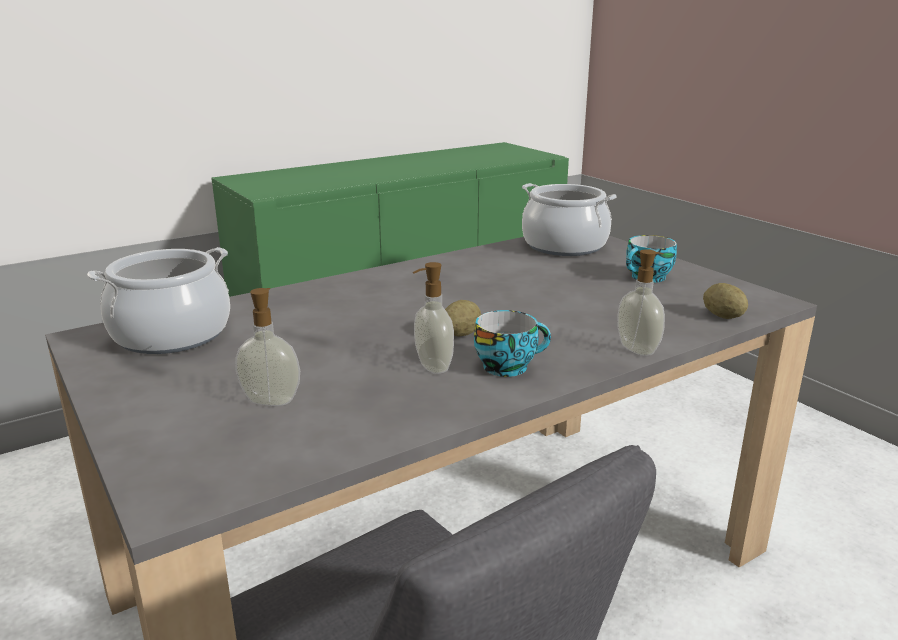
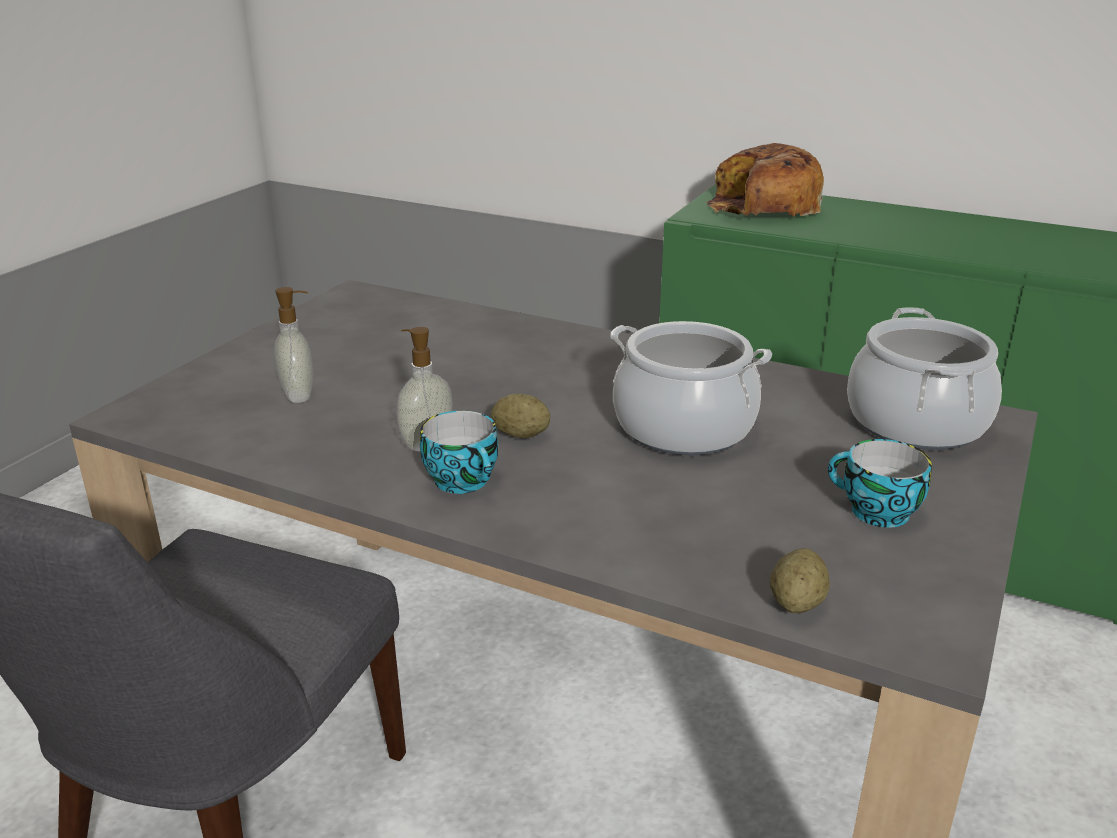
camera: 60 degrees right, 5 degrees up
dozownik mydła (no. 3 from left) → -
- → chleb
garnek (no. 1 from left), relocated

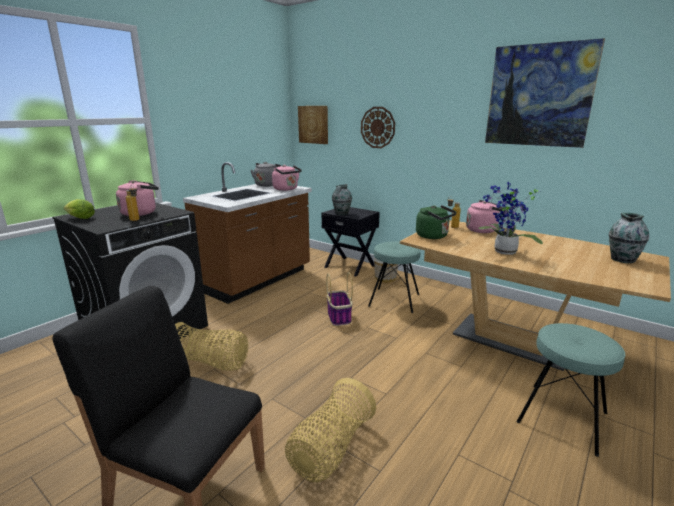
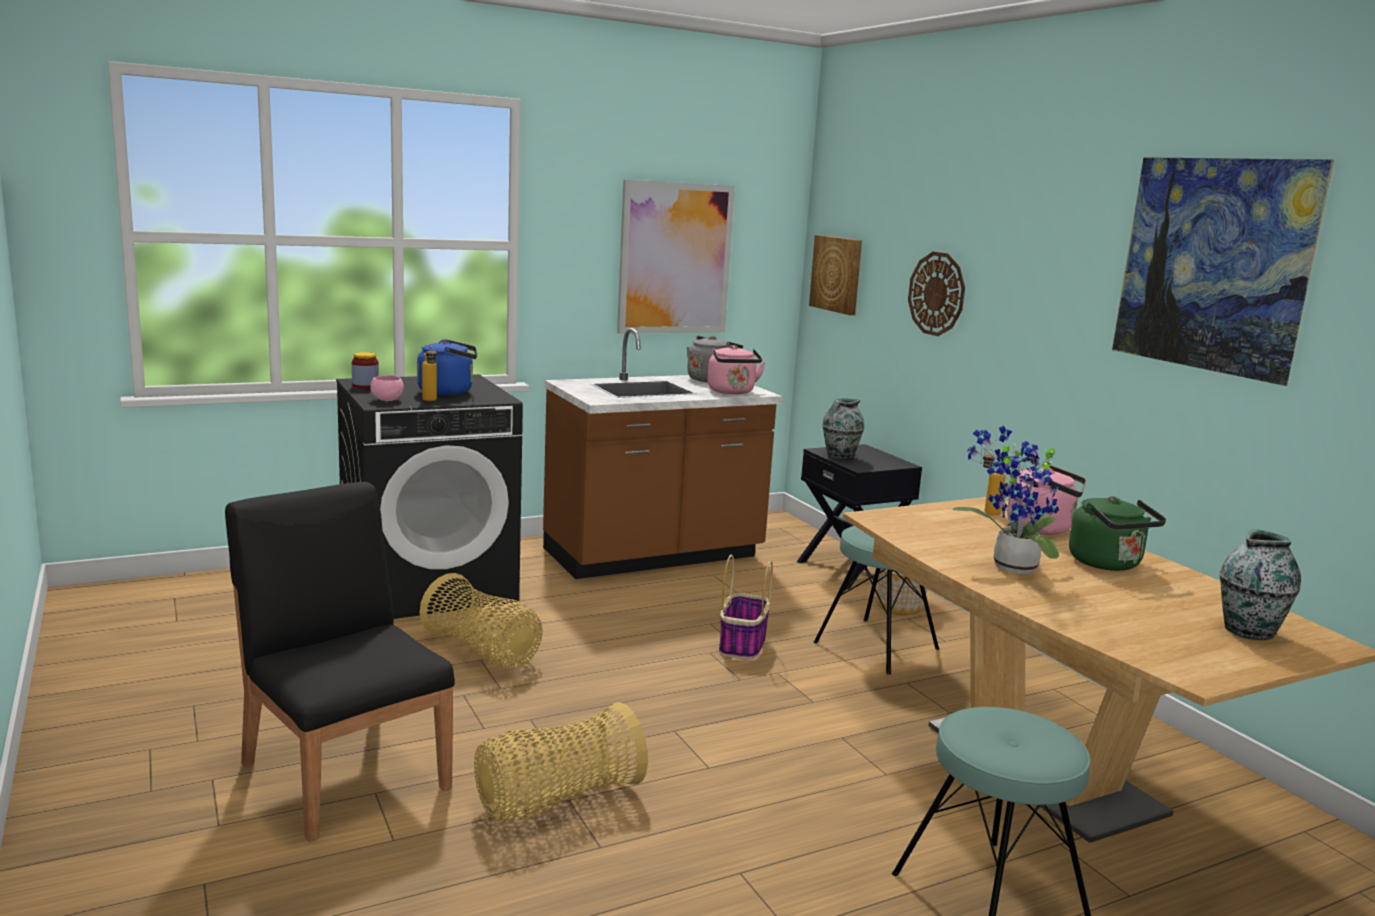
camera: 25 degrees right, 5 degrees down
- → miska (różowy)
- → obraz (no. 1 from left)
czajnik (zielony), relocated
sałata → słoik
czajnik (różowy) (no. 1 from left) → czajnik (niebieski)

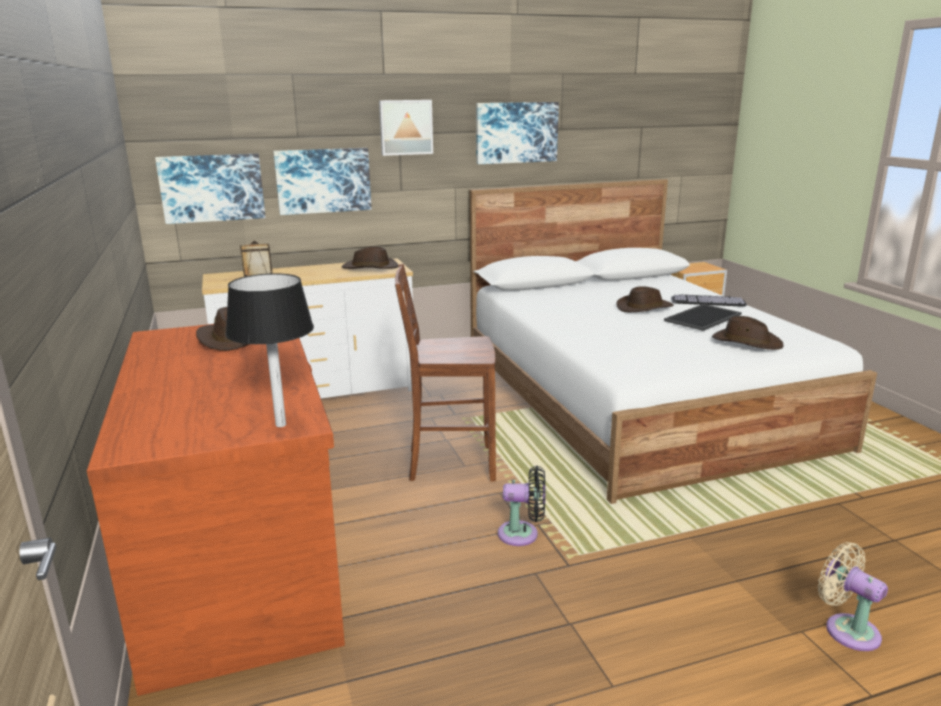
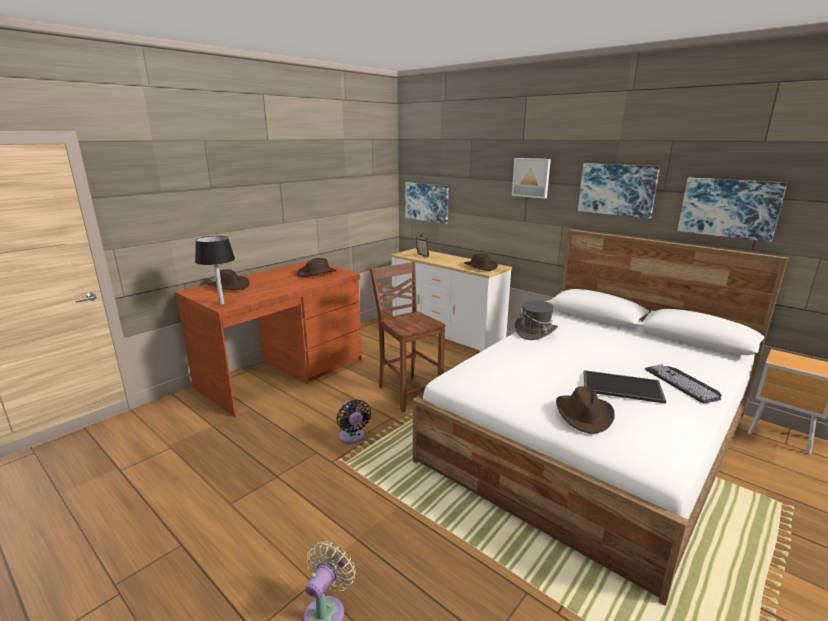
camera: 60 degrees right, 0 degrees up
- → kapelusz (szary)
obraz (no. 2 from left in the first image) → obraz (no. 4 from left), relocated
kapelusz (brązowy) (no. 3 from left in the first image) → kapelusz (brązowy) (no. 1 from left), relocated

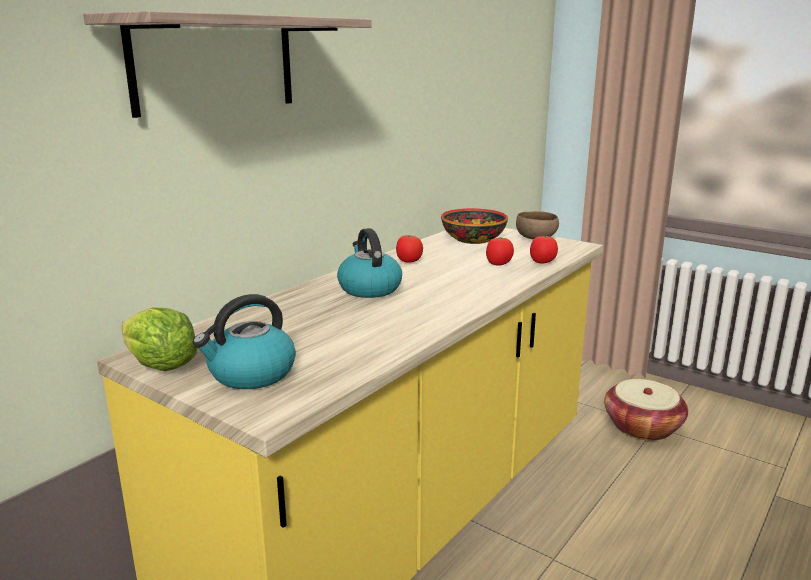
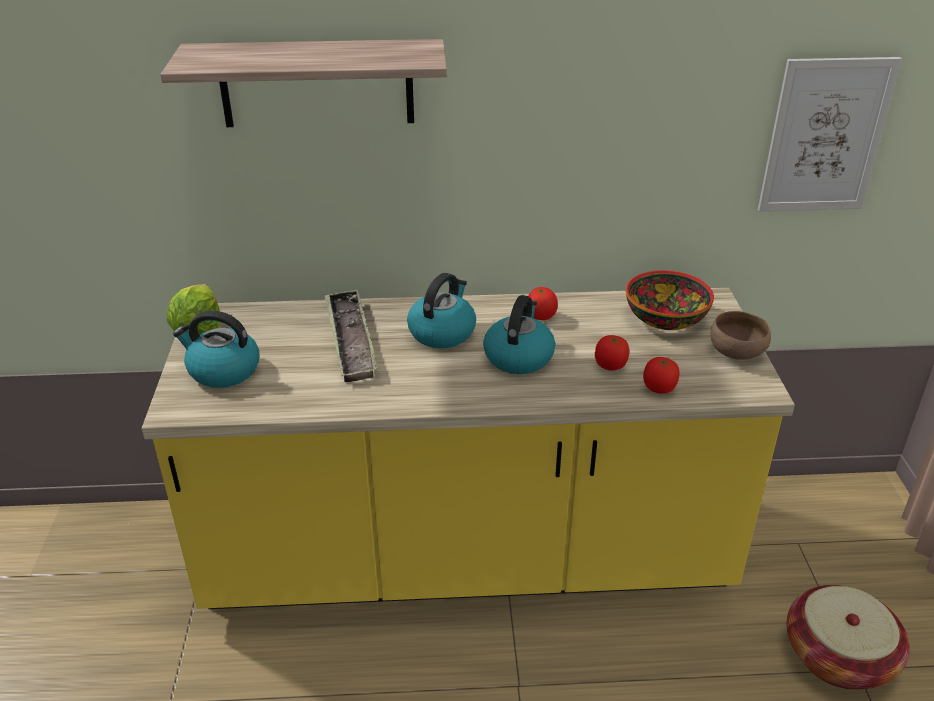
camera: 50 degrees right, 15 degrees up
- → taca
- → czajnik (no. 3 from left)
- → obraz

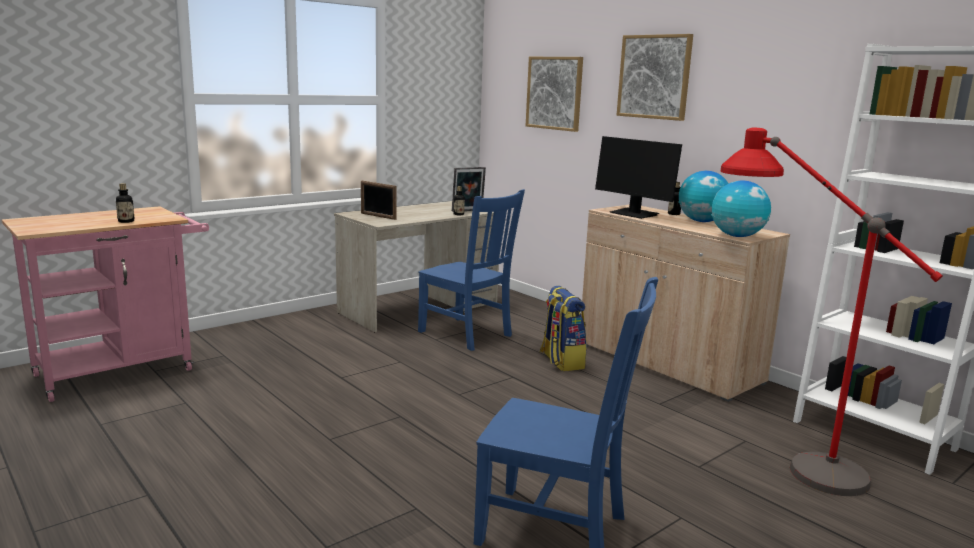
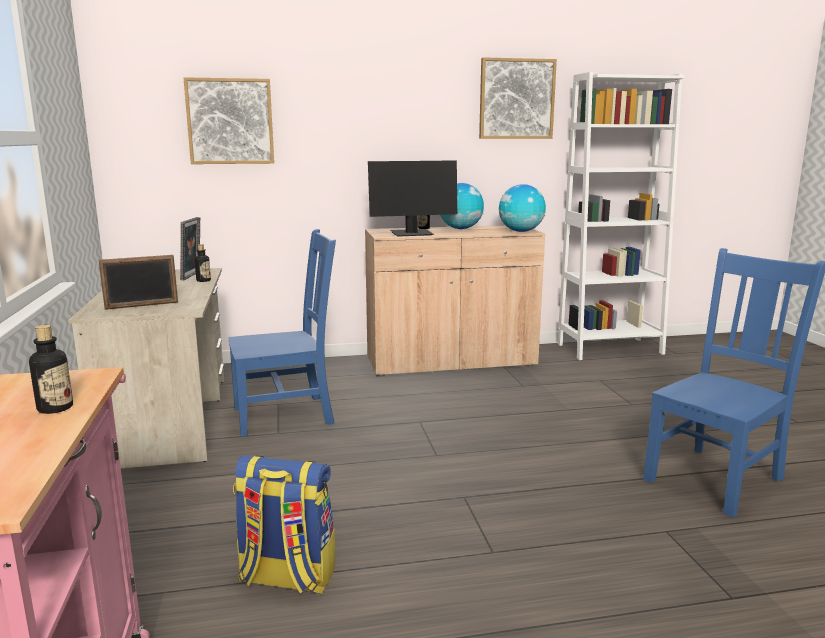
camera: 60 degrees left, 0 degrees up
lampa stojąca (czerwony) → -
plecak, relocated
obraz (no. 2 from left), relocated

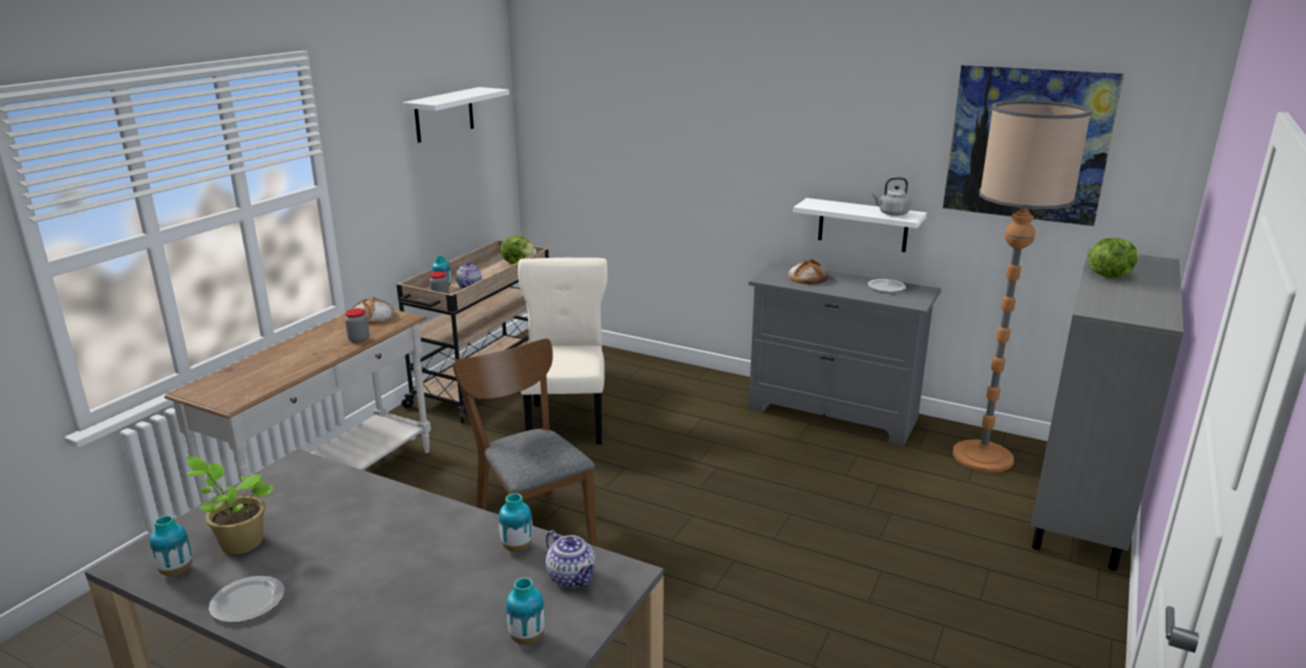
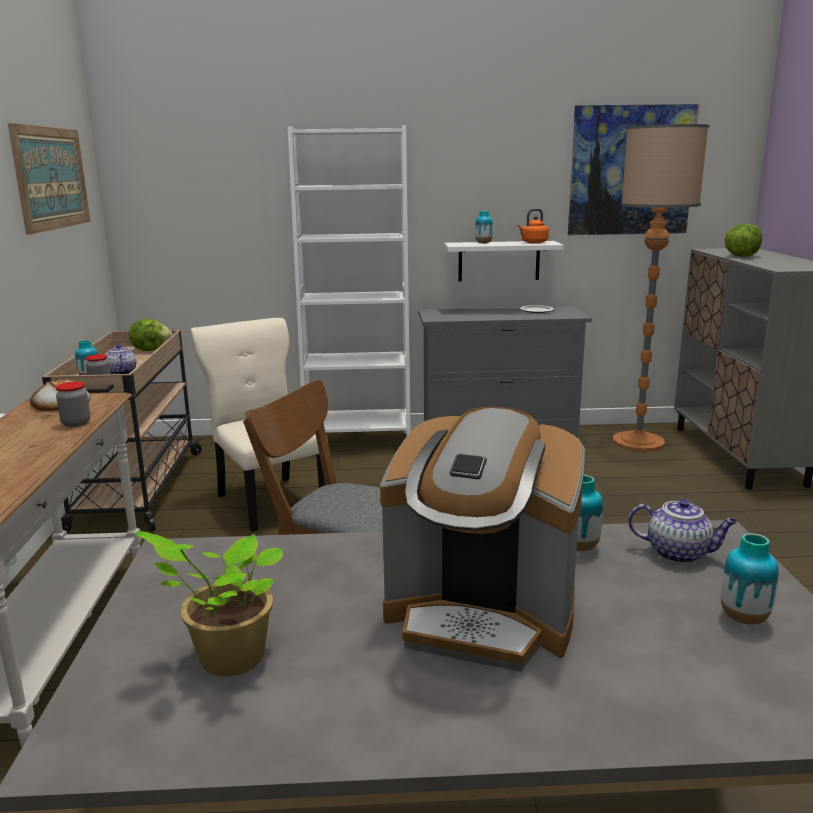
camera: 30 degrees left, 5 degrees down
talerz (no. 1 from left) → -
chleb (no. 2 from left) → -
- → regał (biały)
- → ekspres do kawy
wazon (no. 1 from left in the first image) → wazon (no. 2 from left), relocated
półka (biały) (no. 1 from left) → obraz (no. 1 from left)
czajnik (szary) → czajnik (pomarańczowy)

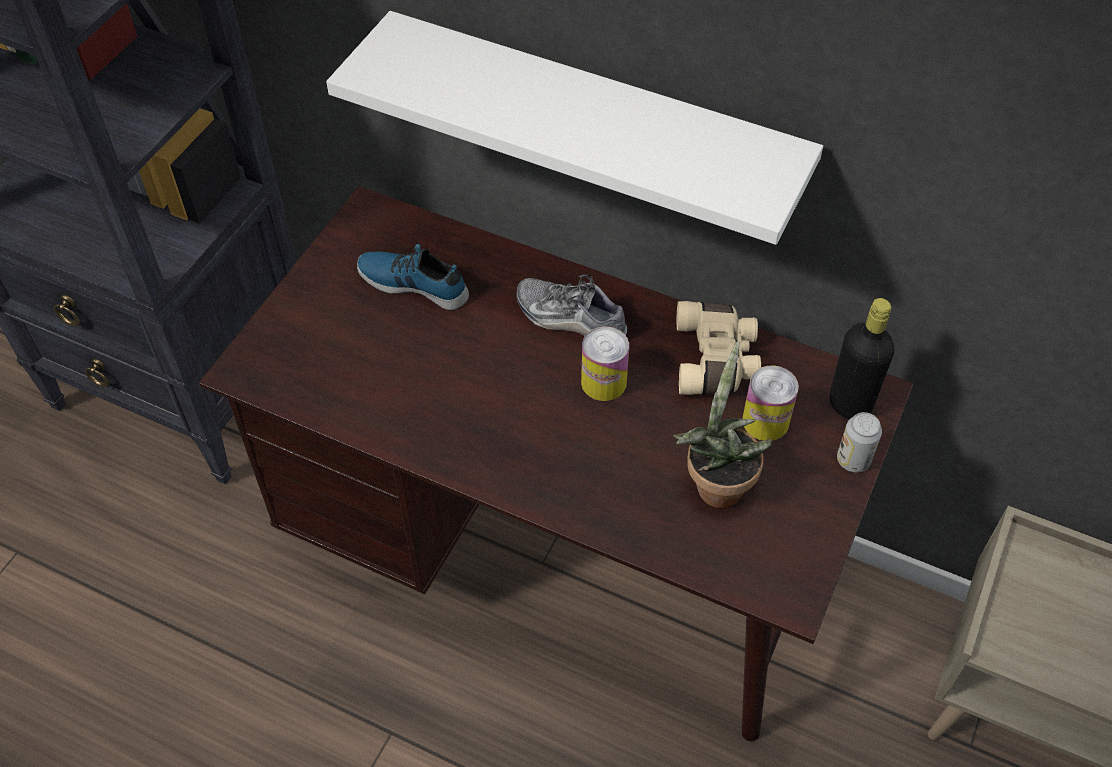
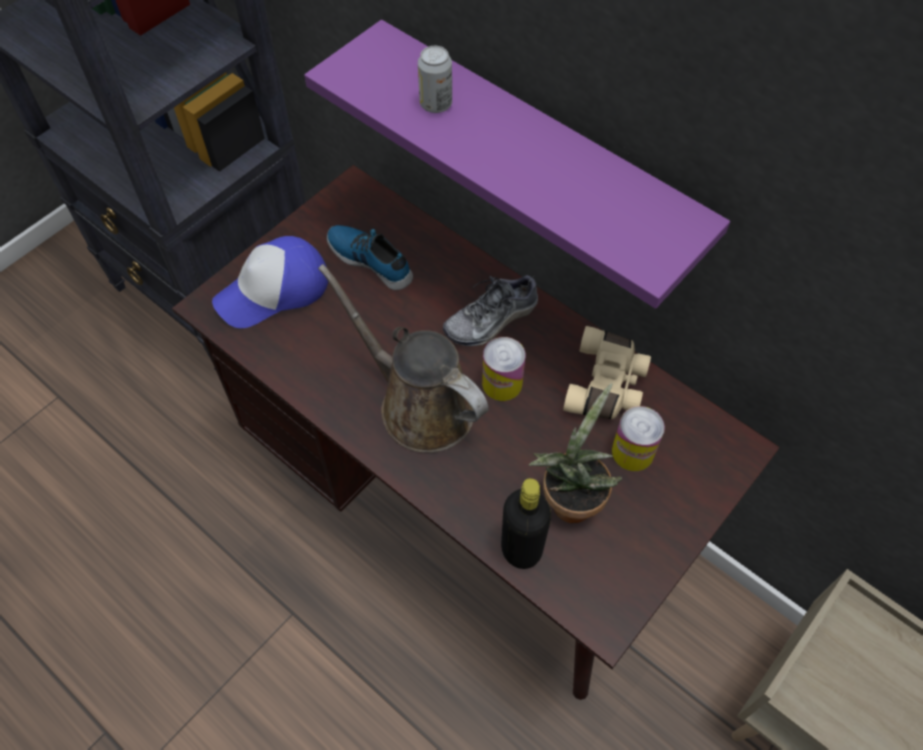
camera: 15 degrees right, 5 degrees up
- → czapka z daszkiem
- → konewka (brązowy)
butelka (czarny), relocated
puszka (no. 3 from left in the first image) → puszka (no. 1 from left), relocated
półka (biały) → półka (fioletowy)
but (no. 2 from left), 75 degrees counterclockwise

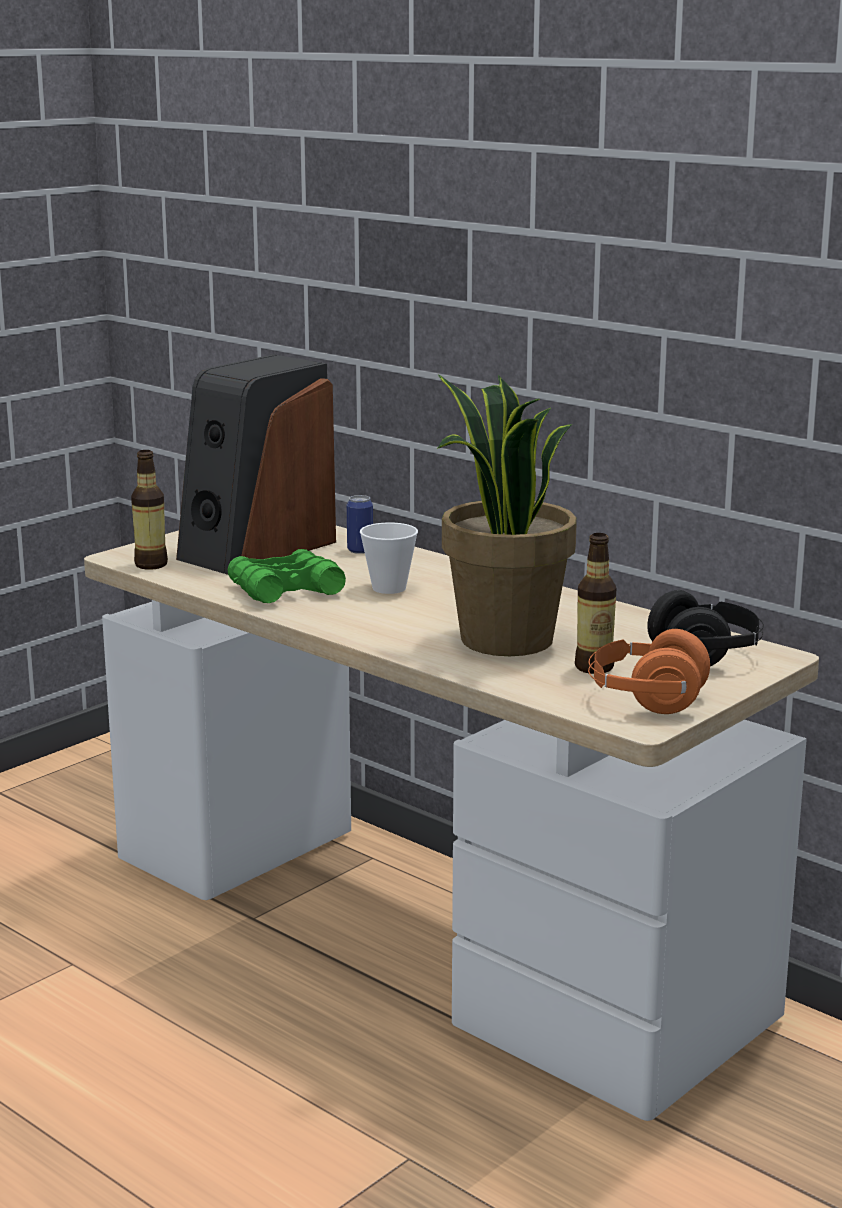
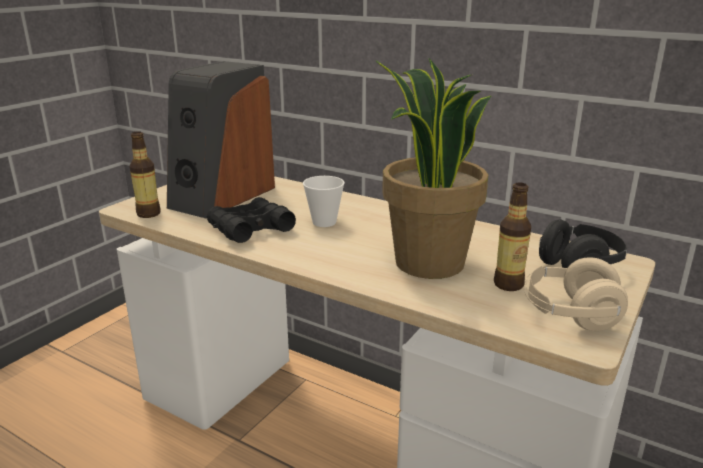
camera: 10 degrees left, 5 degrees up
puszka → -
lornetka (zielony) → lornetka (czarny)
słuchawki (pomarańczowy) → słuchawki (beżowy)

